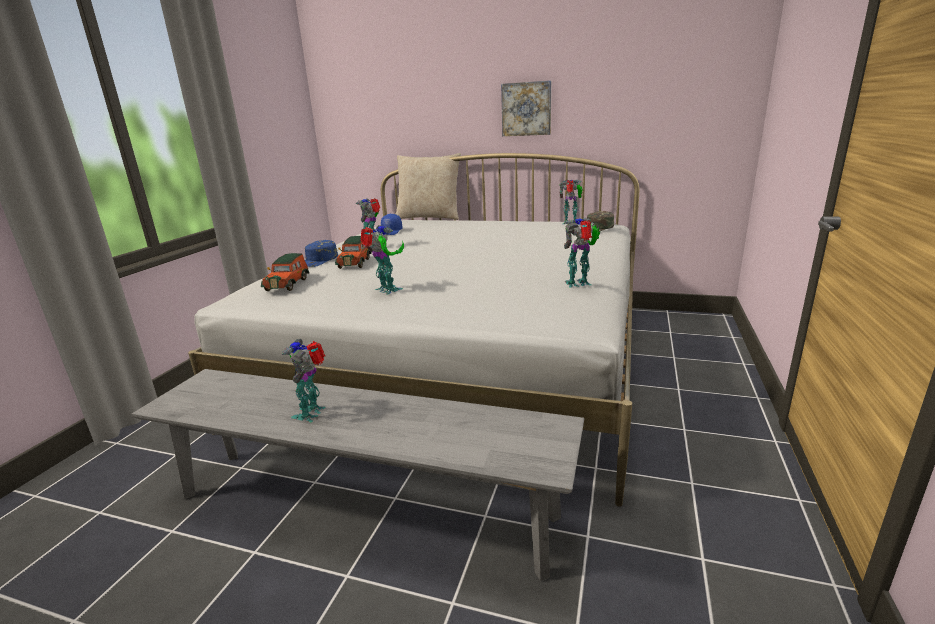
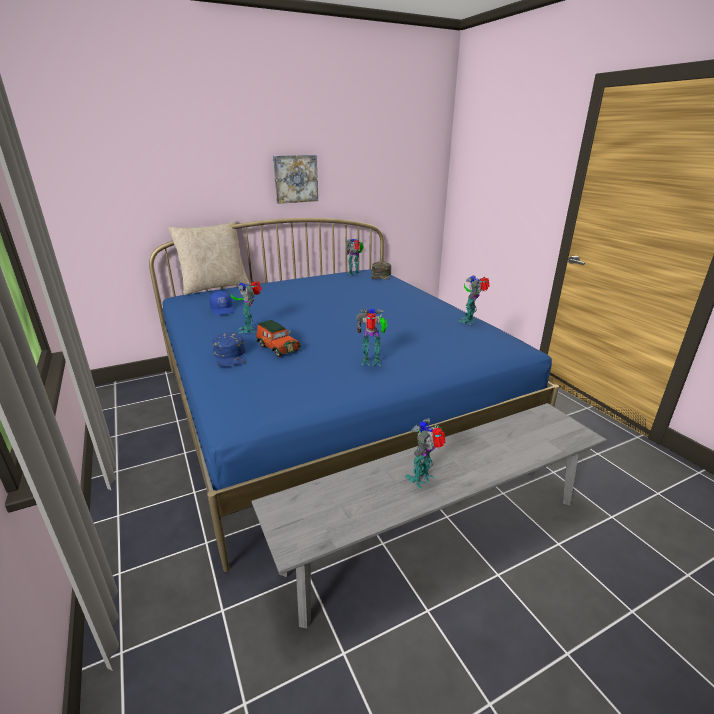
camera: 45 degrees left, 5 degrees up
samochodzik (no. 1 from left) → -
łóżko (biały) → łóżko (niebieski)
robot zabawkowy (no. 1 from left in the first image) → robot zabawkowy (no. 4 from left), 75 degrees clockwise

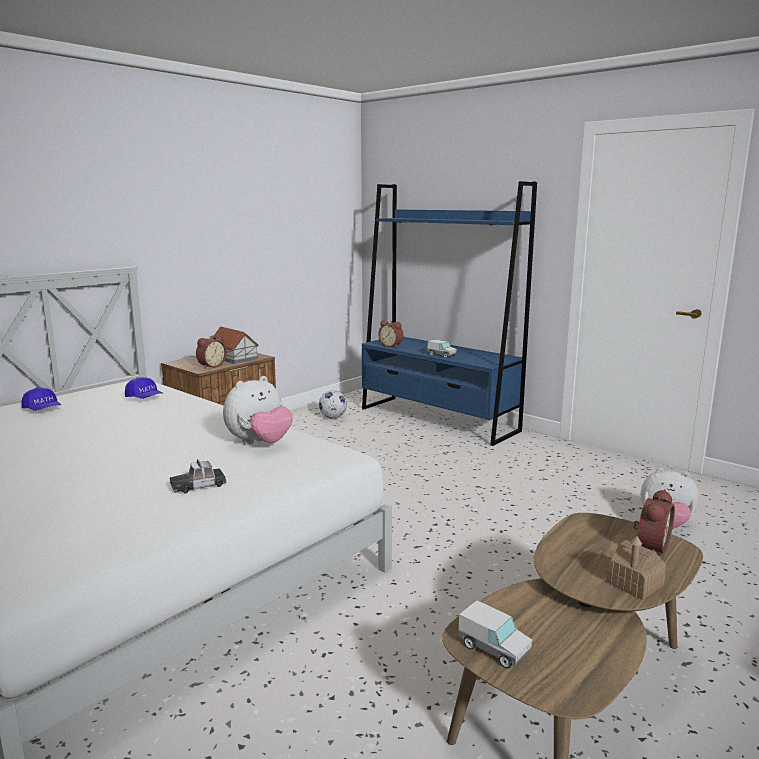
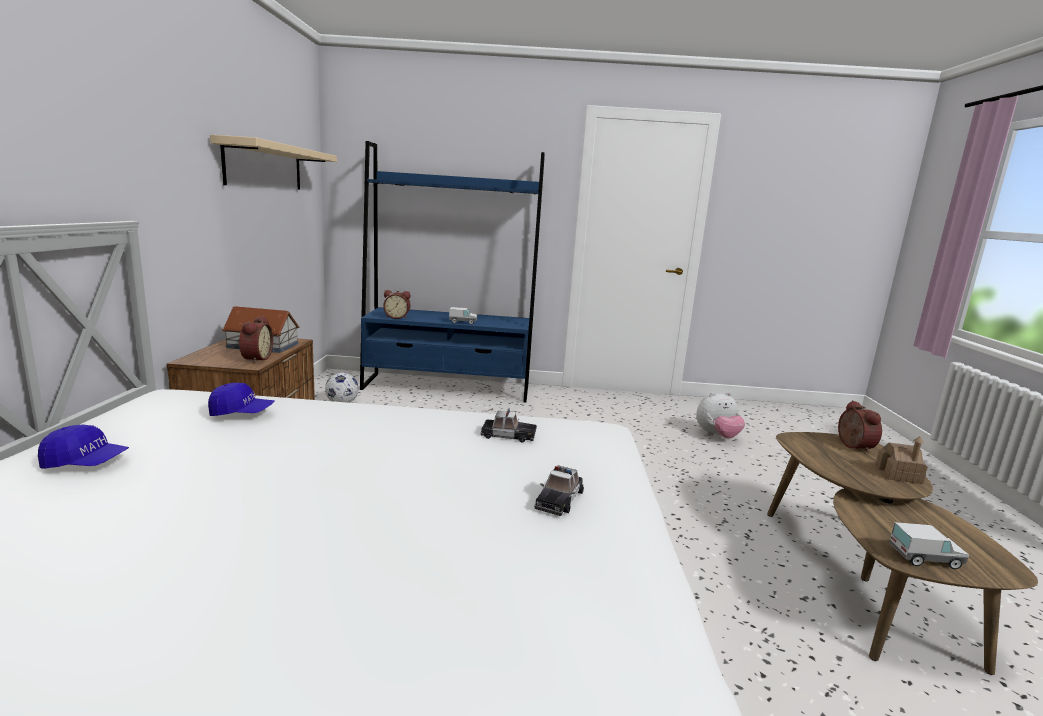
camera: 40 degrees left, 0 degrees up
- → półka (beżowy)
pluszak (no. 1 from left) → samochodzik (no. 1 from left)

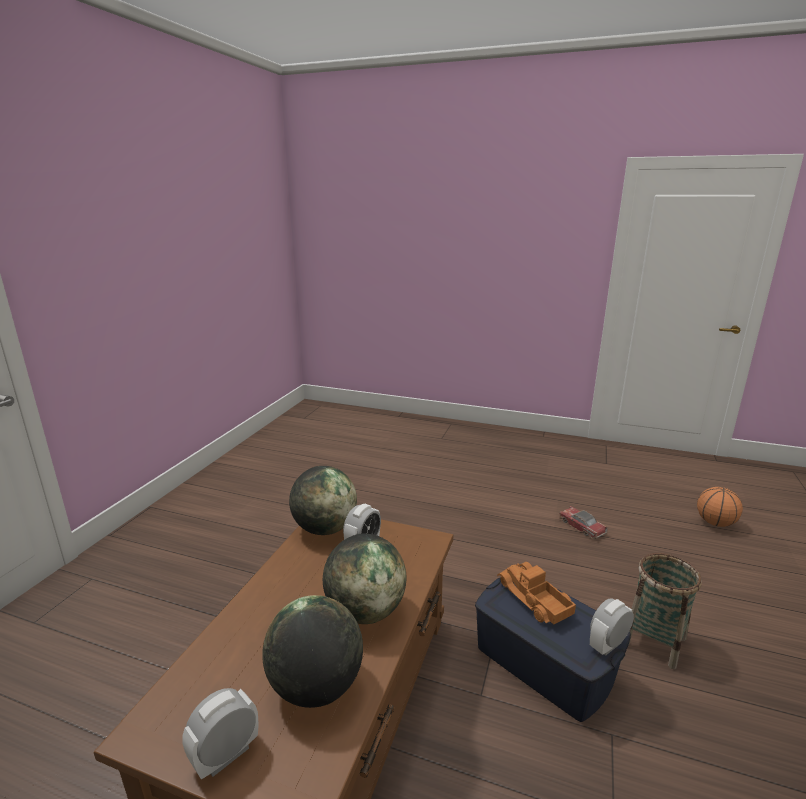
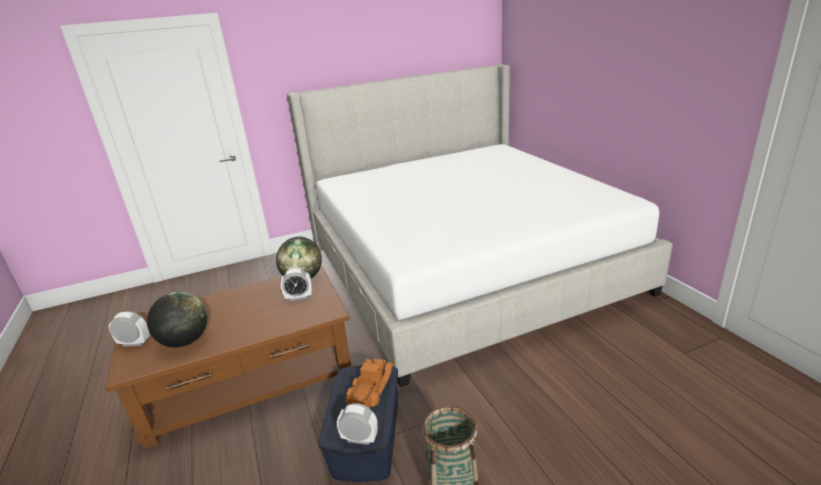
camera: 50 degrees right, 5 degrees up
globus (no. 3 from left) → -
samochodzik → -
piłka do koszykówki → -
- → łóżko

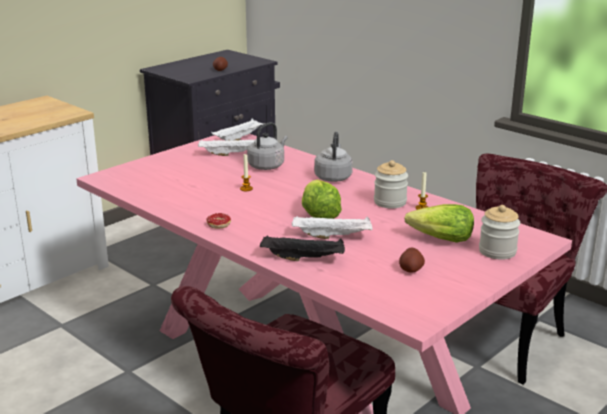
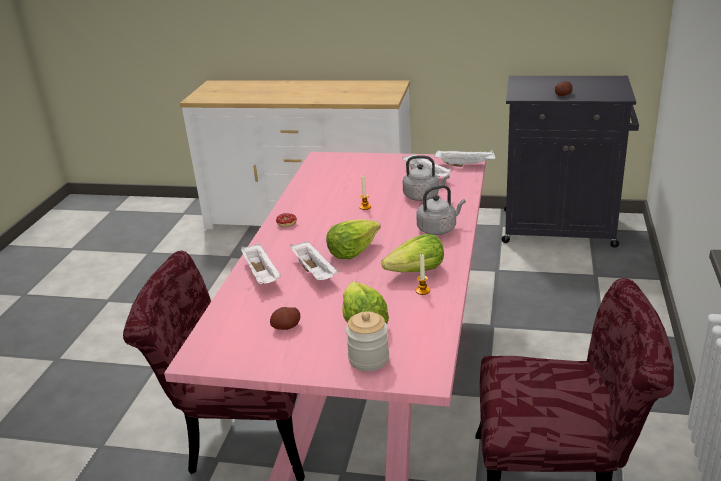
camera: 60 degrees right, 5 degrees up
słoik (no. 1 from left) → sałata (no. 3 from left)
taca (czarny) → taca (biały) (no. 1 from left)

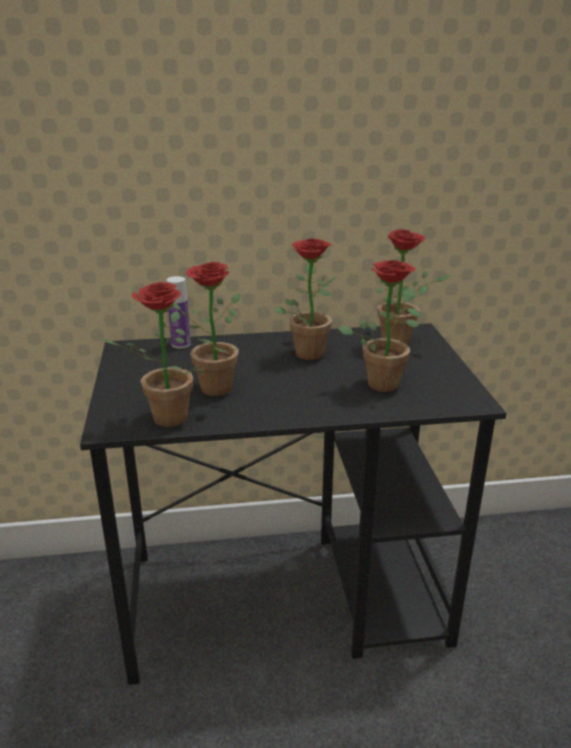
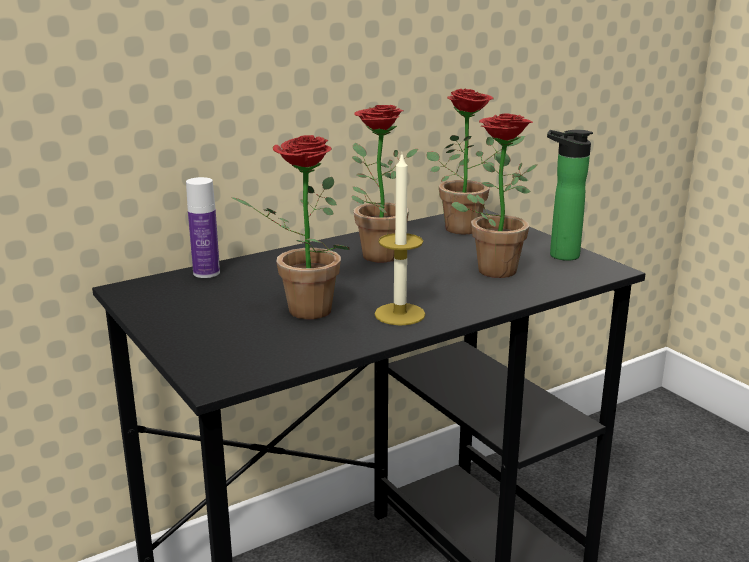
camera: 25 degrees left, 5 degrees down
roślina doniczkowa (no. 1 from left) → -
- → świeca
- → butelka (no. 2 from left)

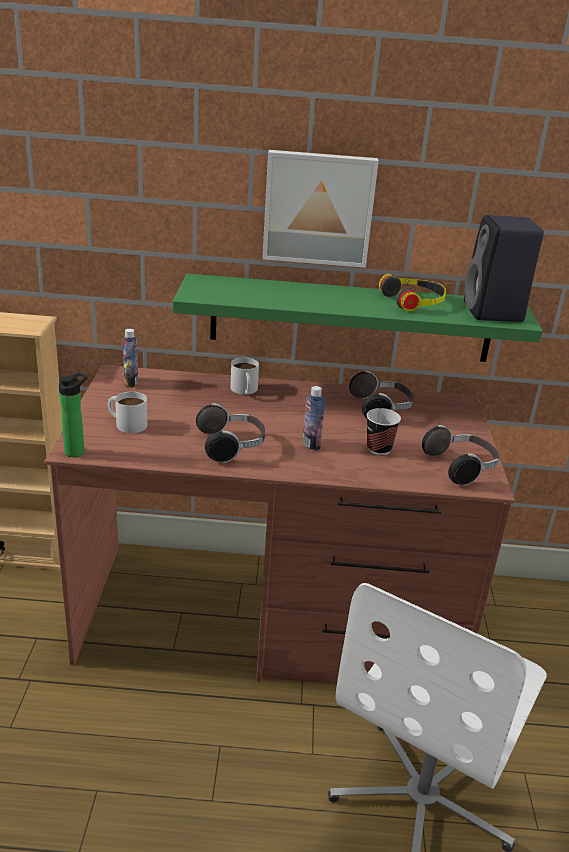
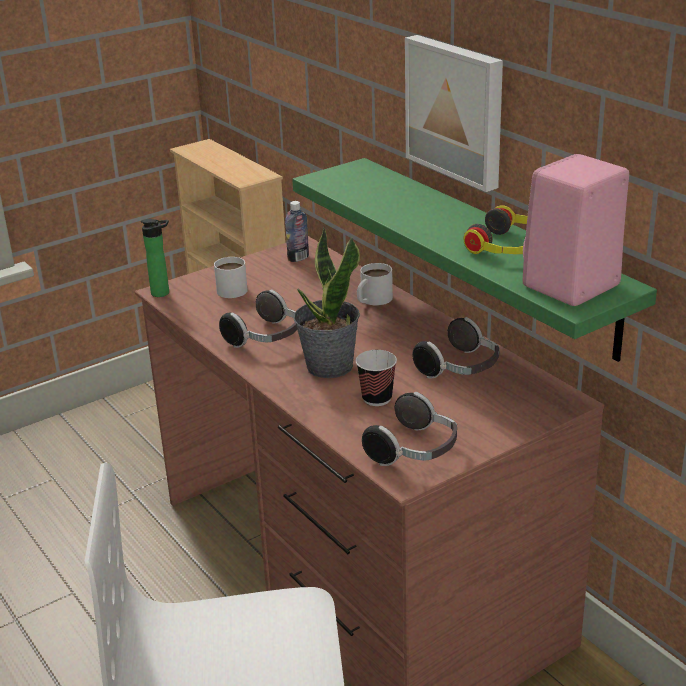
camera: 55 degrees right, 0 degrees up
butelka (no. 3 from left) → roślina doniczkowa
głośnik (czarny) → głośnik (różowy)

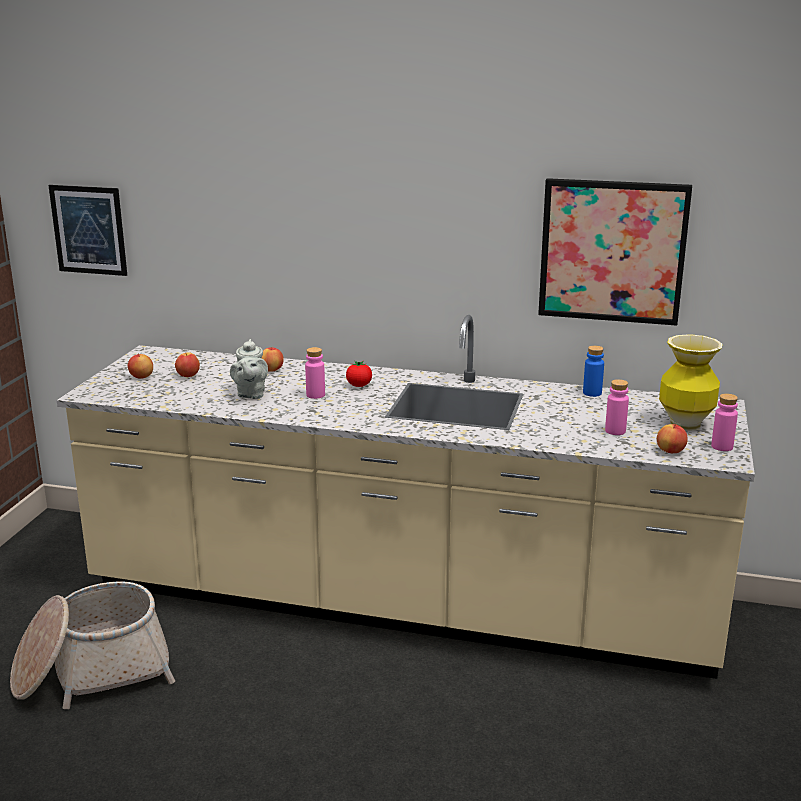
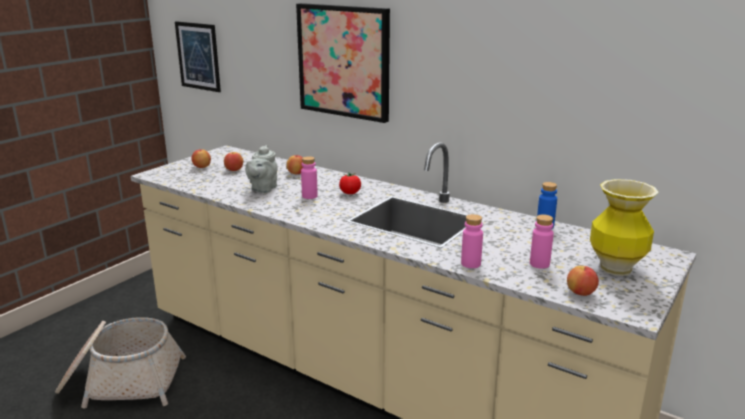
camera: 20 degrees right, 0 degrees up
obraz (no. 2 from left), relocated
butelka (różowy) (no. 3 from left in the first image) → butelka (różowy) (no. 2 from left), relocated

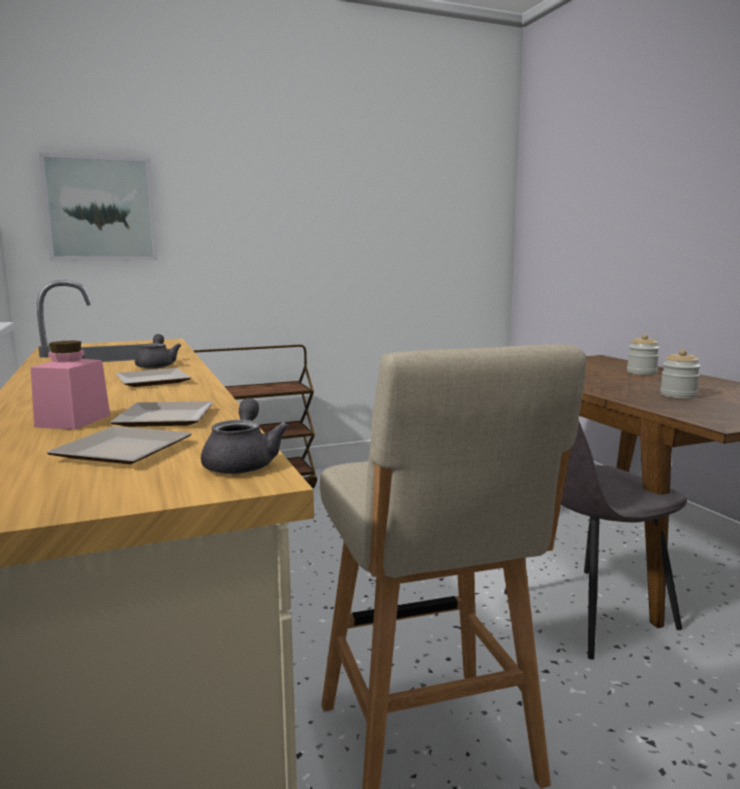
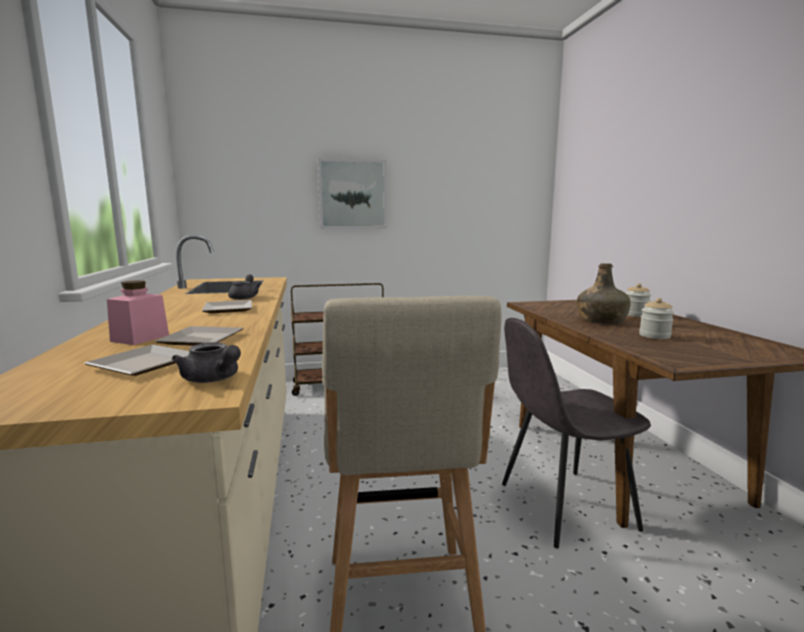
camera: 10 degrees right, 0 degrees up
- → butelka (zielony)
obraz, relocated
imbryk (szary) (no. 2 from left in the first image) → imbryk (szary) (no. 1 from left), 120 degrees clockwise

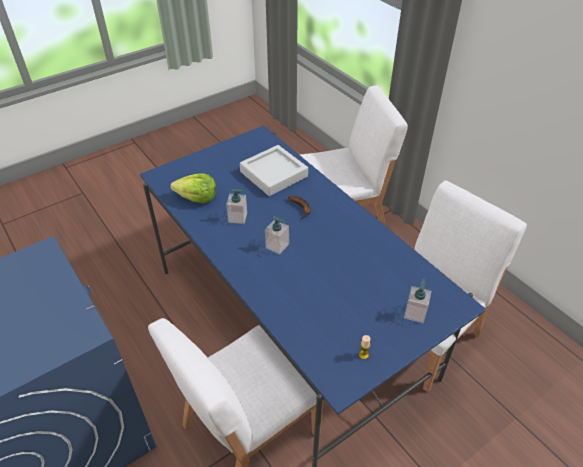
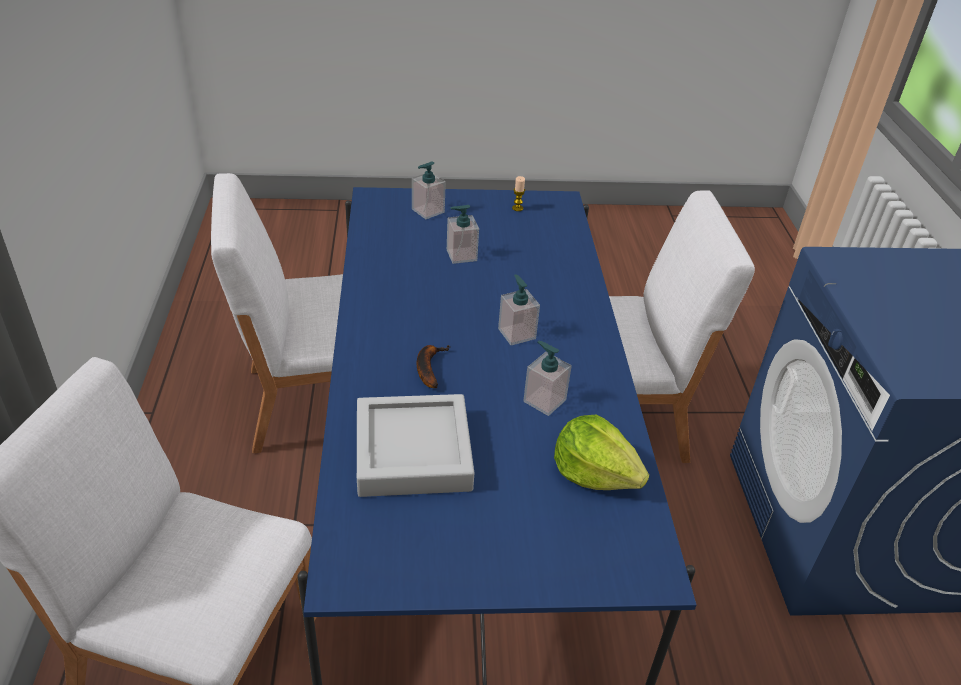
camera: 150 degrees left, 5 degrees down
- → dozownik mydła (no. 2 from left)

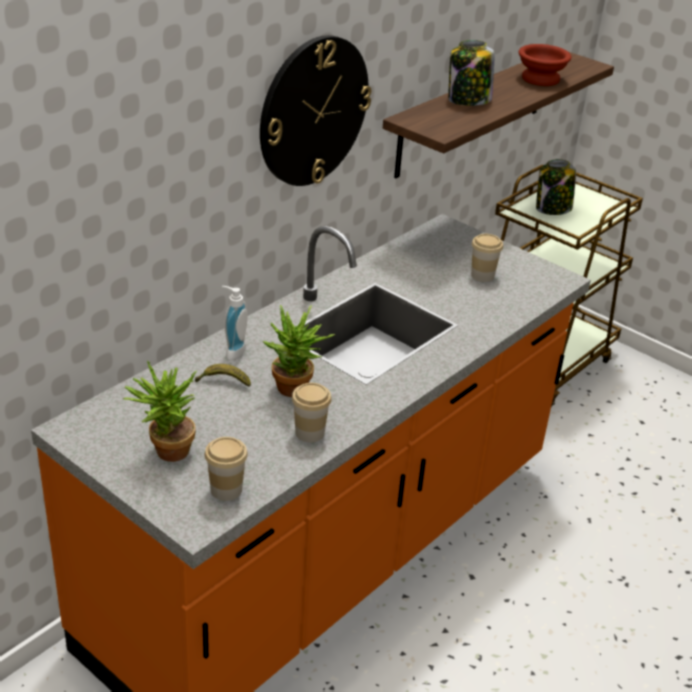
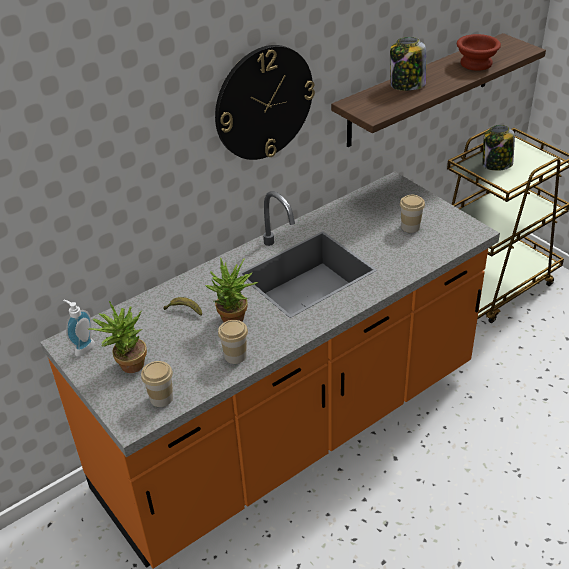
camera: 15 degrees right, 5 degrees up
dozownik mydła, relocated

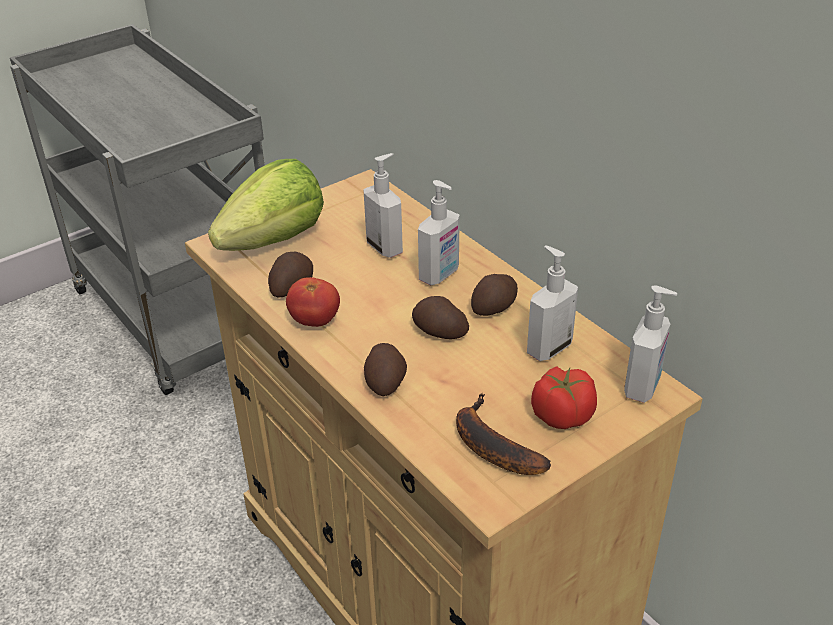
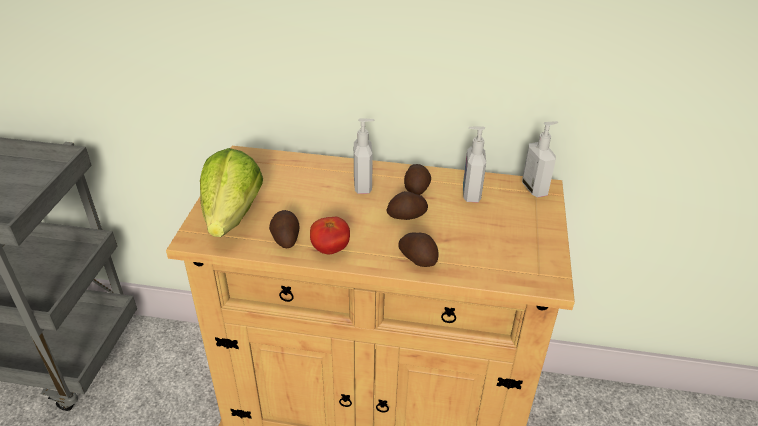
camera: 45 degrees left, 0 degrees up
dozownik mydła (no. 1 from left) → -
banan → -
pomidor (no. 2 from left) → -

